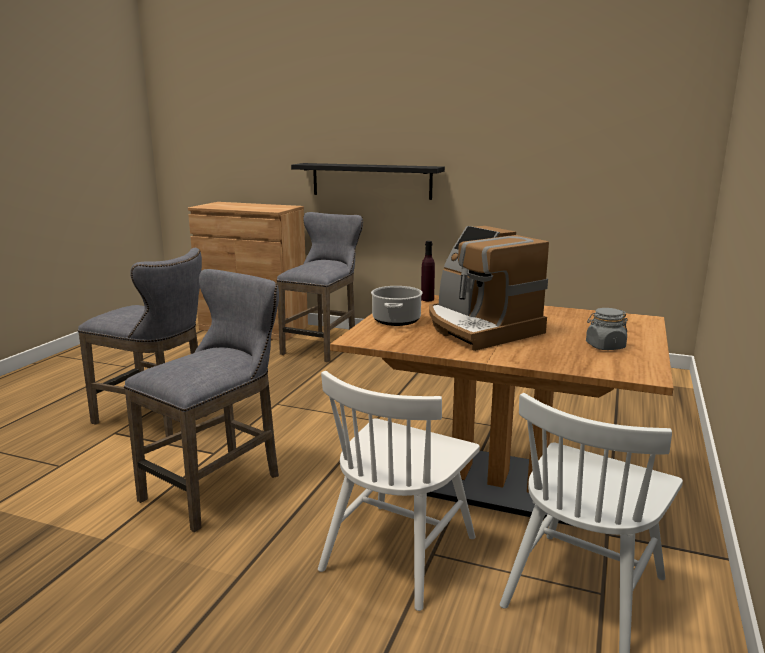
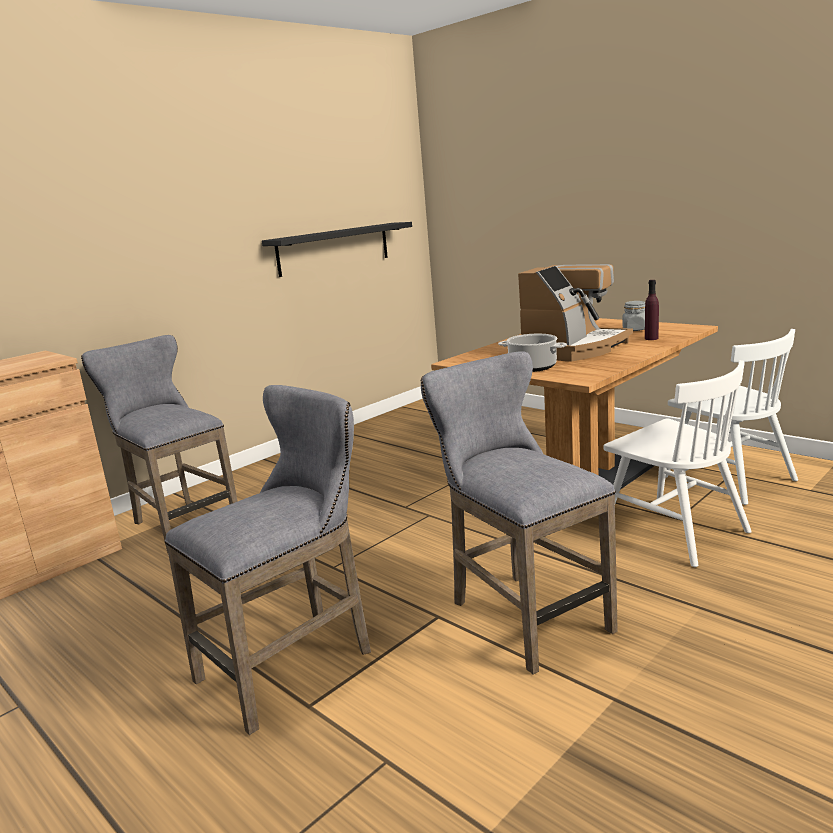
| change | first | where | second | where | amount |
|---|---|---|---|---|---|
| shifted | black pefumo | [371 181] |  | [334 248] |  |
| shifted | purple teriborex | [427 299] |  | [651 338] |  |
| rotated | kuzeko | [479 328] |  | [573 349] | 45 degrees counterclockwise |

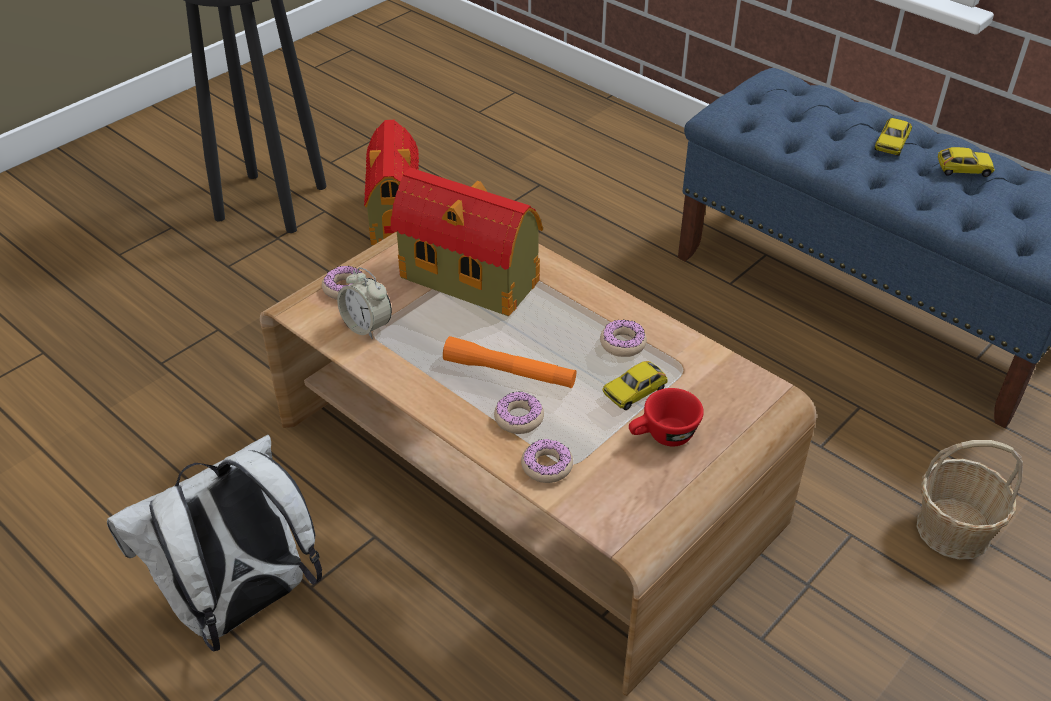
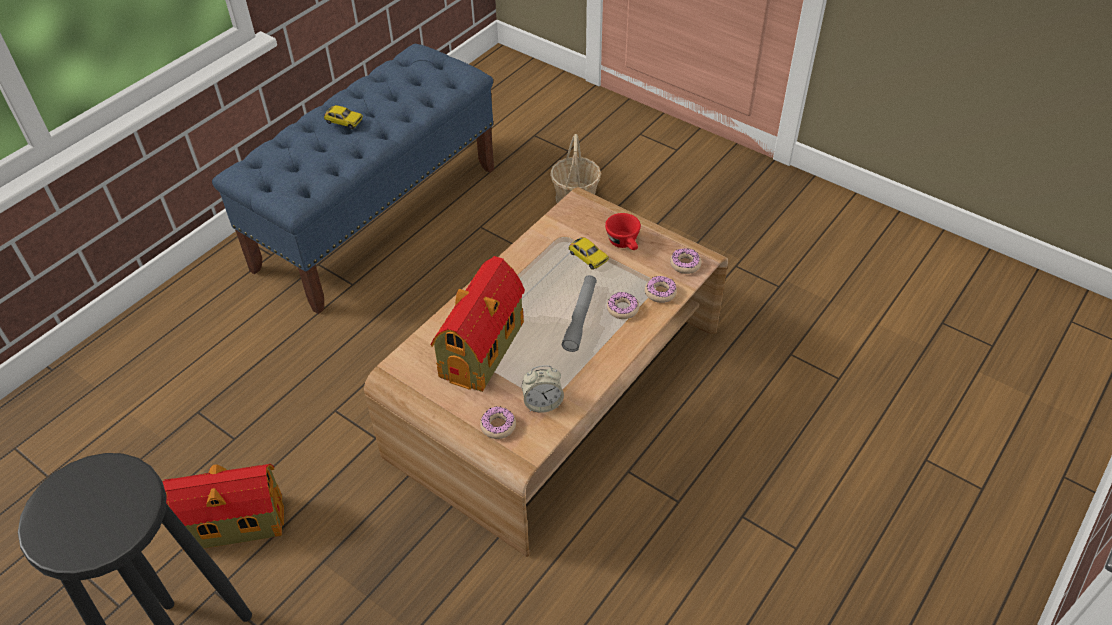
| change | first | where | second | where | amount |
|---|---|---|---|---|---|
| gone | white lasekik | [242 607] |  |  |  |
| rotated | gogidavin | [367 326] |  | [542 403] | 45 degrees clockwise |
| repainted | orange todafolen | [509 372] | grey todafolen | [580 317] |  |
| shifted | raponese | [622 343] |  | [685 264] |  |
| gone | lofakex | [963 169] |  |  |  |

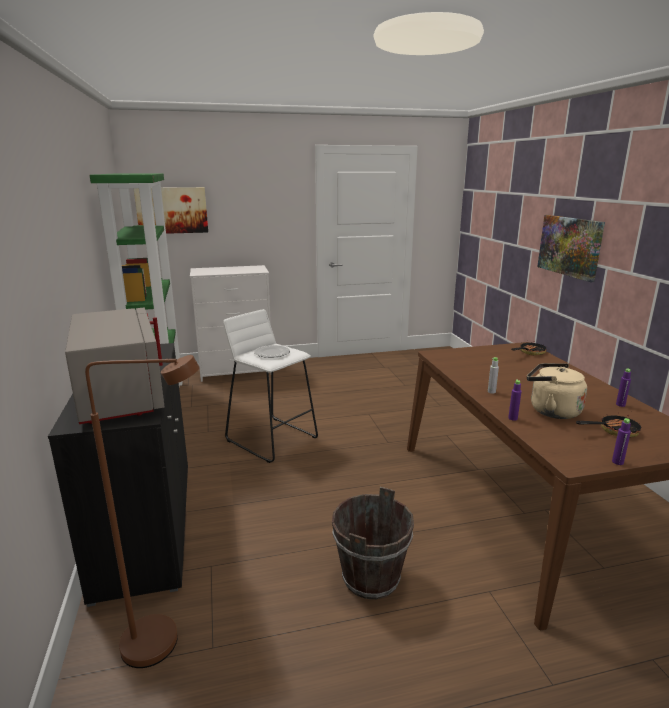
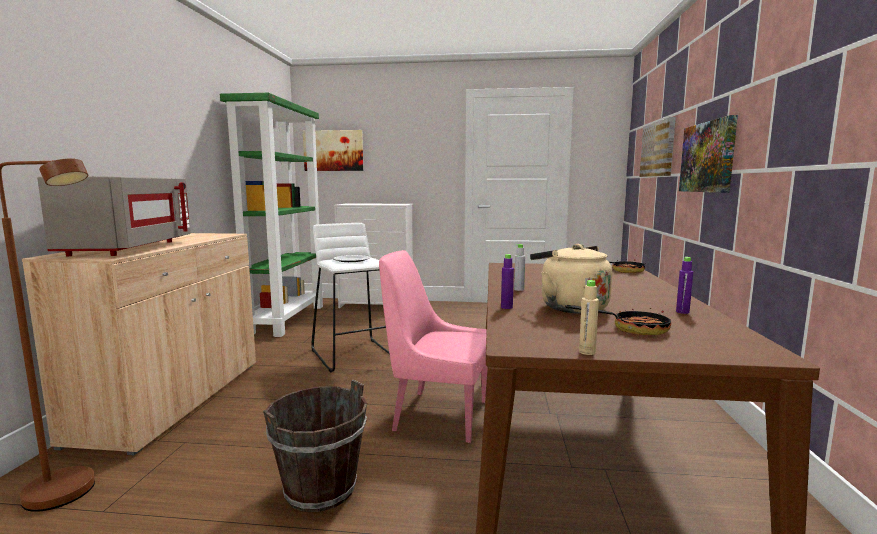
| change | first | where | second | where | amount |
|---|---|---|---|---|---|
| repainted | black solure | [147 525] | beige solure | [173 399] |  |
| repainted | purple teriborex | [617 462] | beige teriborex | [587 352] |  |
| new |  |  | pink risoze | [437 415] |  |
| new |  |  | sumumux | [658 149] |  |

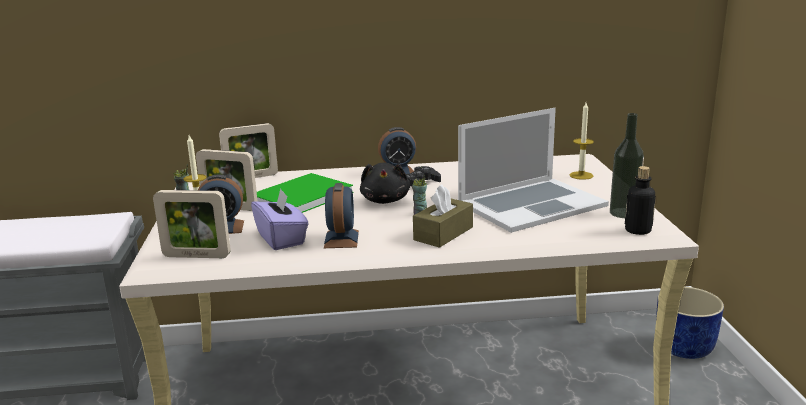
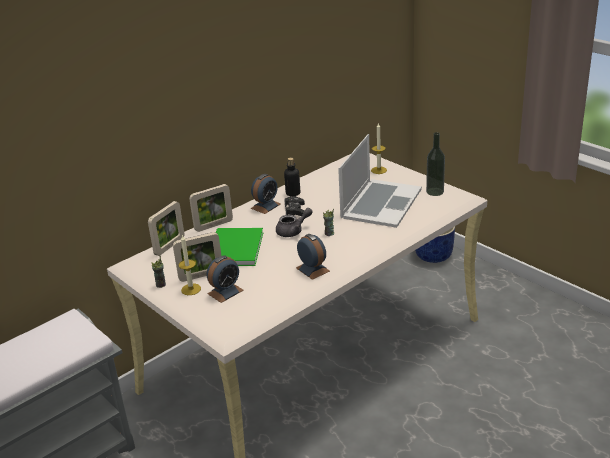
| change | first | where | second | where | amount |
|---|---|---|---|---|---|
| shifted | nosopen | [196 256] |  | [213 225] |  |
| gone | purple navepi | [282 239] |  |  |  |
| swapped | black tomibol | [385 200] | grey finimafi | [293 231] |  |
| gone | brown navepi | [443 233] |  |  |  |
| shifted | teriborex | [638 230] |  | [293 193] |  |

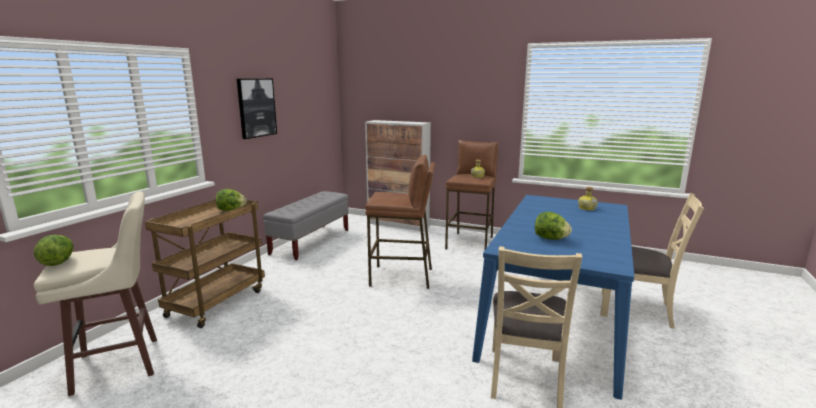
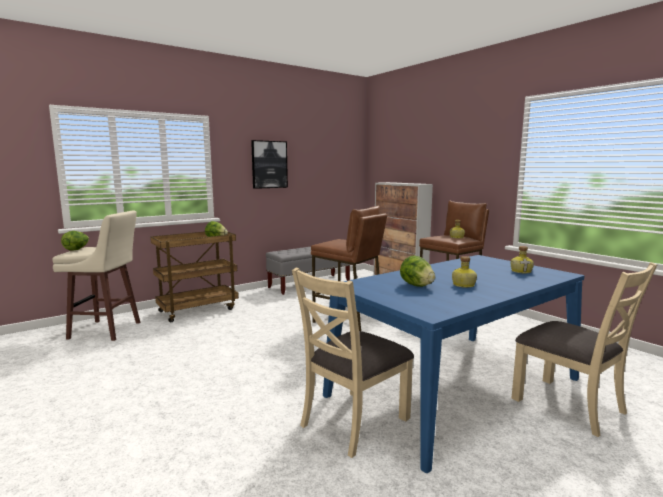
| change | first | where | second | where | amount |
|---|---|---|---|---|---|
| new |  |  | teriborex | [463 285] |  |

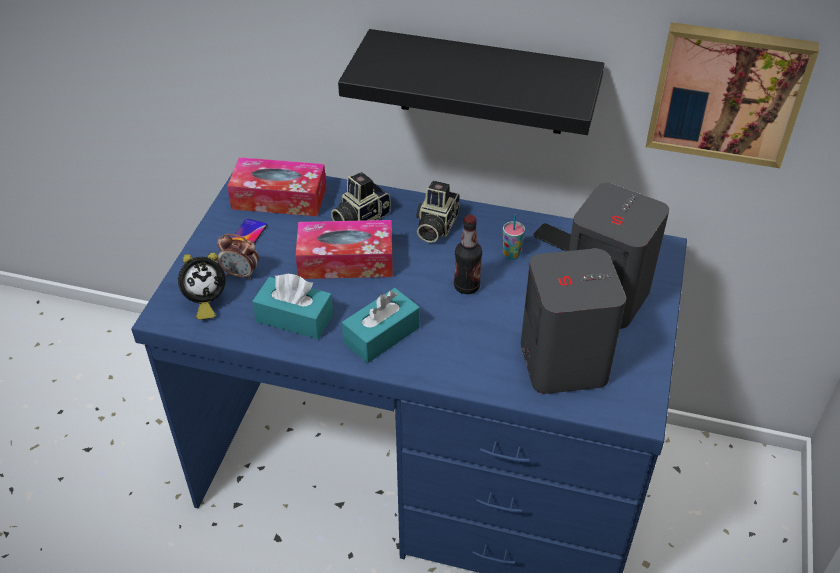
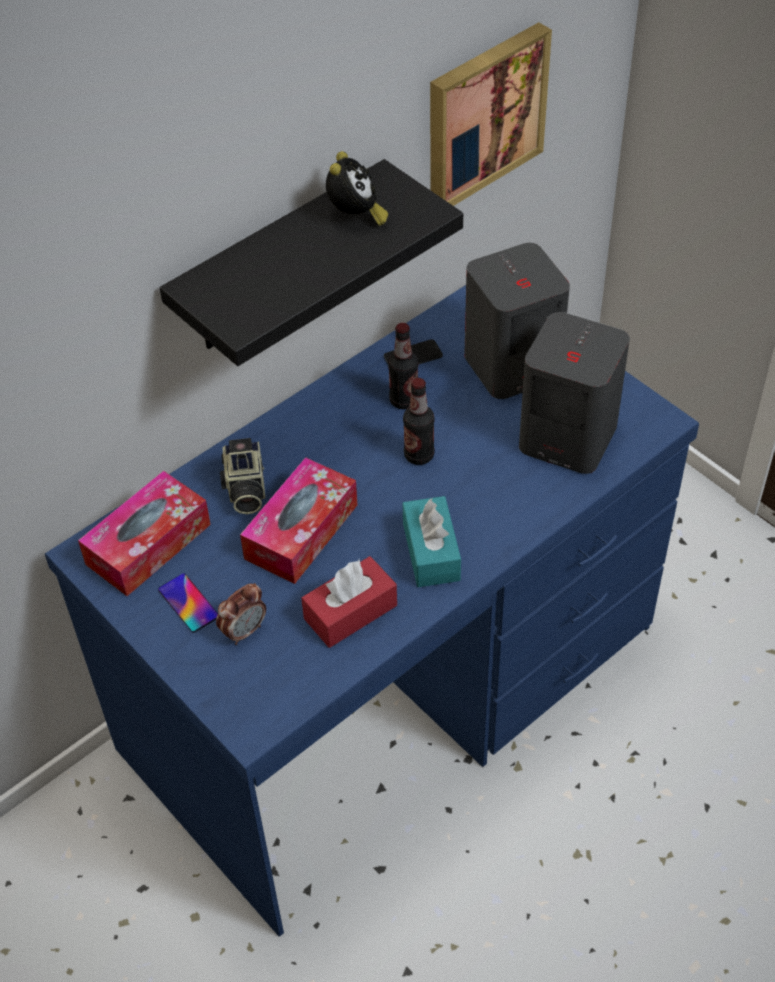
| change | first | where | second | where | amount |
|---|---|---|---|---|---|
| shifted | gogidavin | [205 302] |  | [356 216] |  |
| repainted | turquoise navepi | [294 318] | red navepi | [350 612] |  |
| gone | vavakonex | [435 226] |  |  |  |
| swapped | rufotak | [511 255] | teriborex | [404 400] |  |

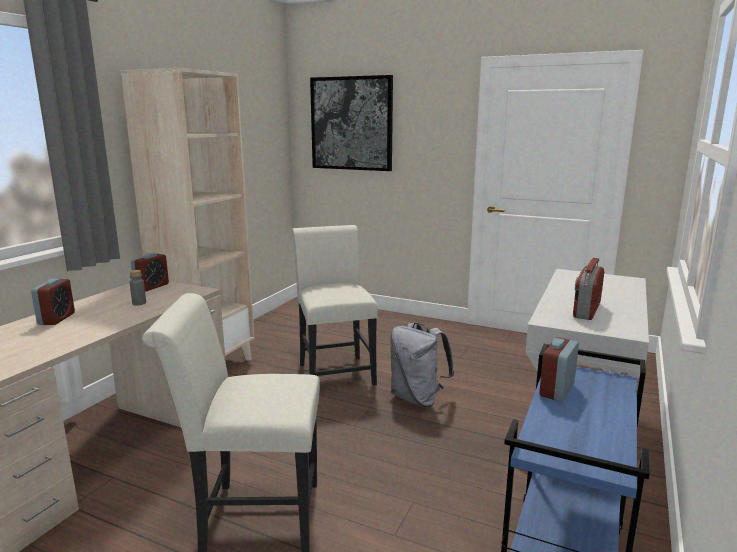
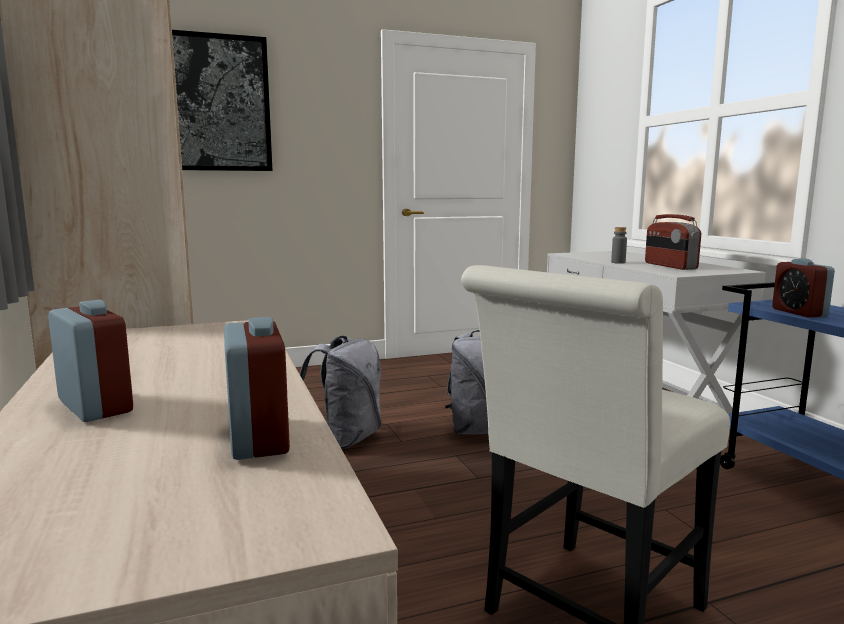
| change | first | where | second | where | amount |
|---|---|---|---|---|---|
| shifted | grey teriborex | [139 303] |  | [618 262] |  |
| shifted | gogidavin | [152 287] |  | [258 438] |  |
| swapped | white risoze | [335 371] | grey lasekik | [344 440] |  |

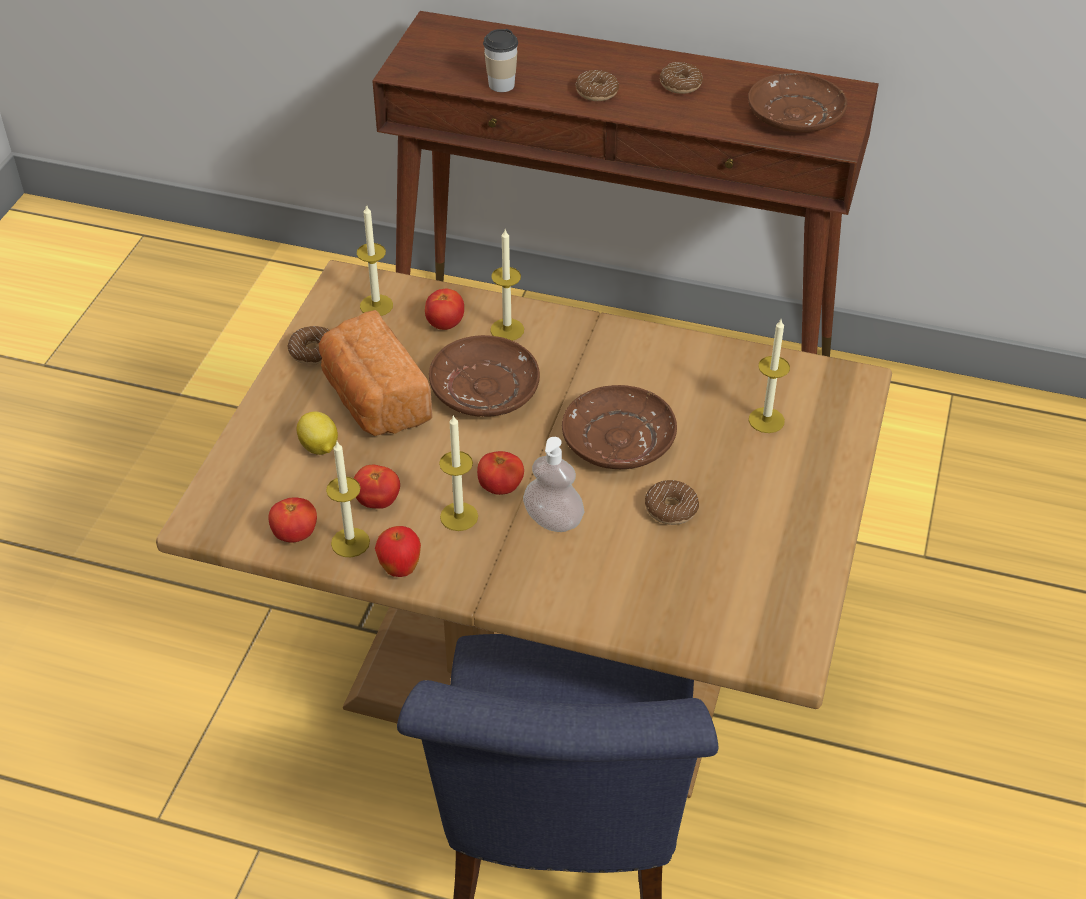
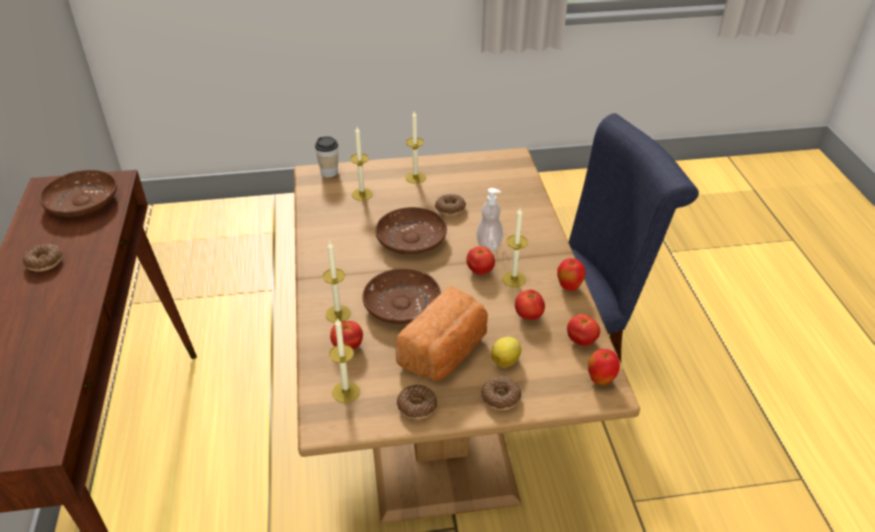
| change | first | where | second | where | amount |
|---|---|---|---|---|---|
| shifted | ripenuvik | [350 542] |  | [415 177] |  |
| shifted | rufotak | [501 85] |  | [329 172] |  |
| shifted | raponese | [596 92] |  | [500 398] |  |
| new |  |  | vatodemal | [600 380] |  |

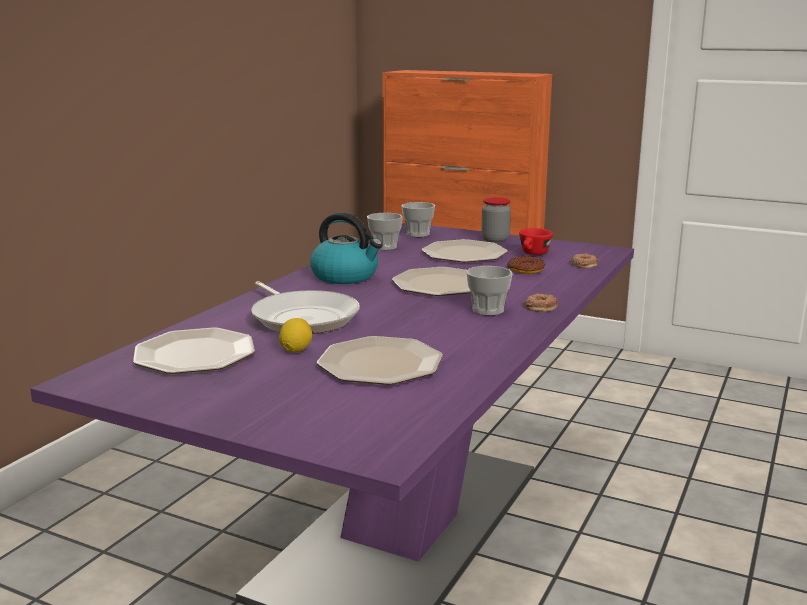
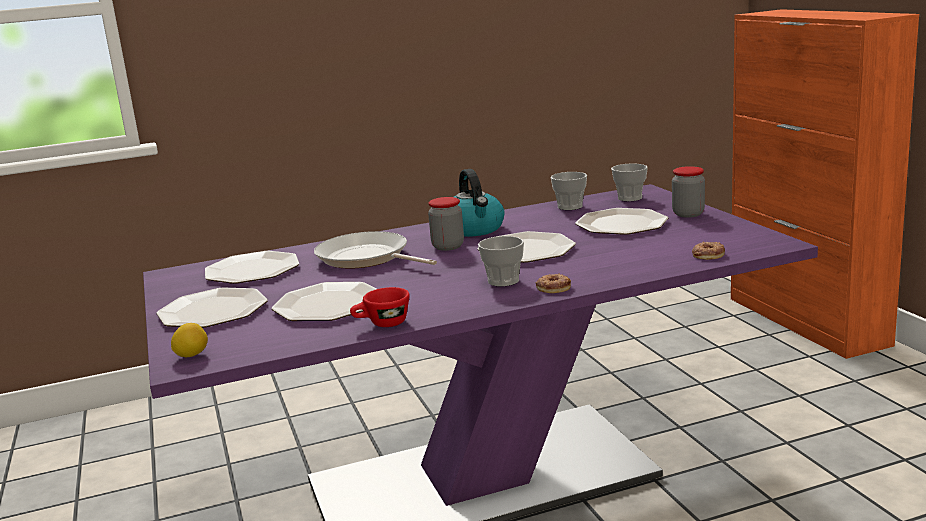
| change | first | where | second | where | amount |
|---|---|---|---|---|---|
| rotated | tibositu | [303 318] |  | [366 258] | 120 degrees clockwise |
| shifted | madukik | [296 350] |  | [192 355] |  |
| gone | raponese | [525 270] |  |  |  |
| shifted | red rufotak | [533 254] |  | [382 324] |  |
| new |  |  | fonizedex | [213 310] |  |
| new |  |  | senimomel | [448 246] |  |

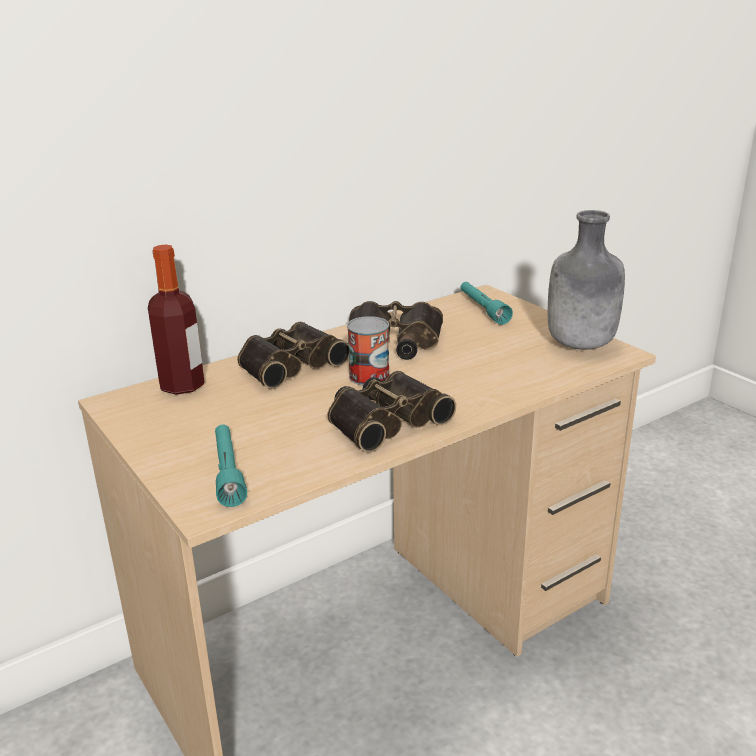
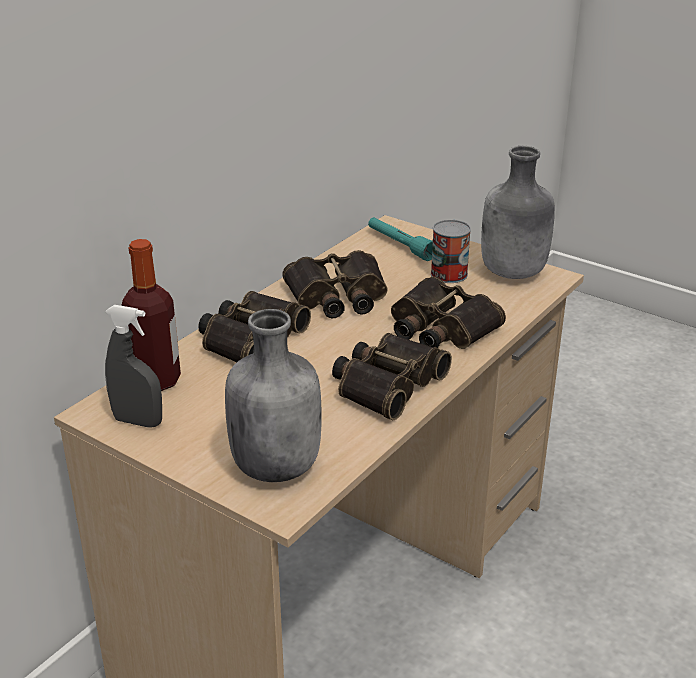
| change | first | where | second | where | amount |
|---|---|---|---|---|---|
| swapped | turquoise todafolen | [228 472] | grey teriborex | [276 466] |  |
| shifted | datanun | [369 376] |  | [449 274] |  |
| new |  |  | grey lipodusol | [138 421] |  |
| new |  |  | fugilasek | [439 328] |  |

